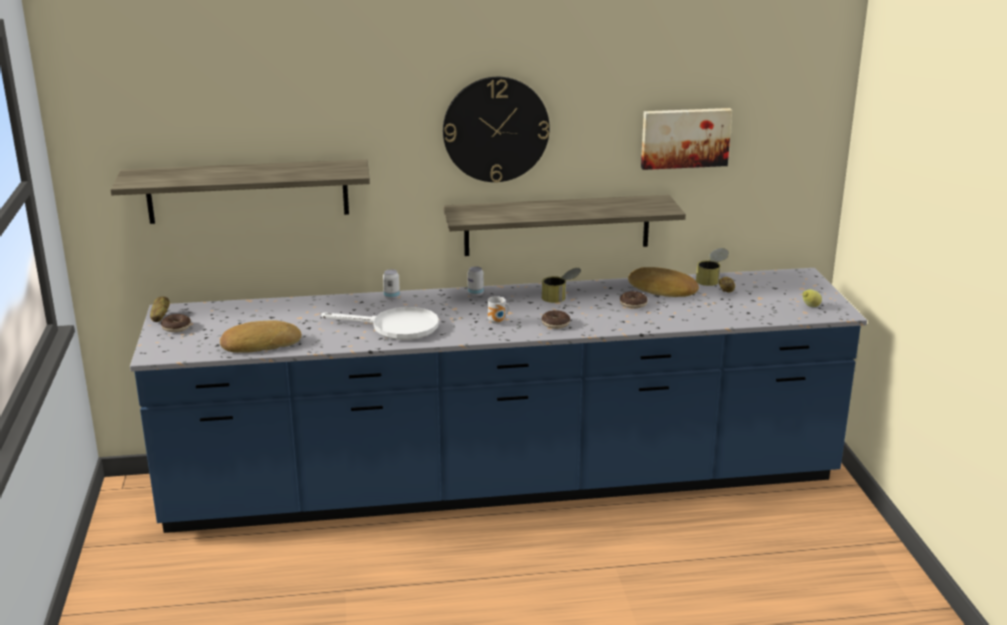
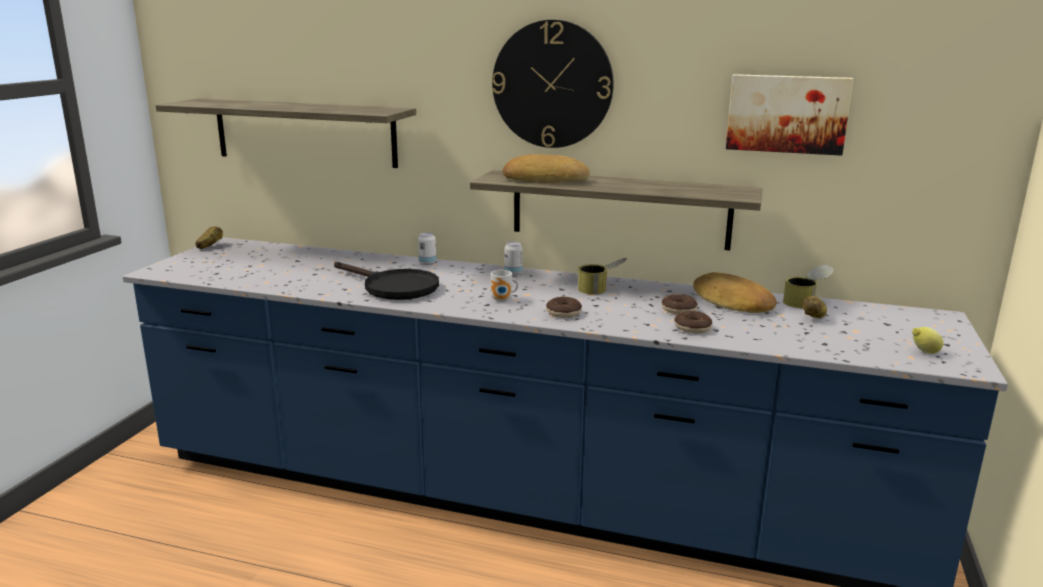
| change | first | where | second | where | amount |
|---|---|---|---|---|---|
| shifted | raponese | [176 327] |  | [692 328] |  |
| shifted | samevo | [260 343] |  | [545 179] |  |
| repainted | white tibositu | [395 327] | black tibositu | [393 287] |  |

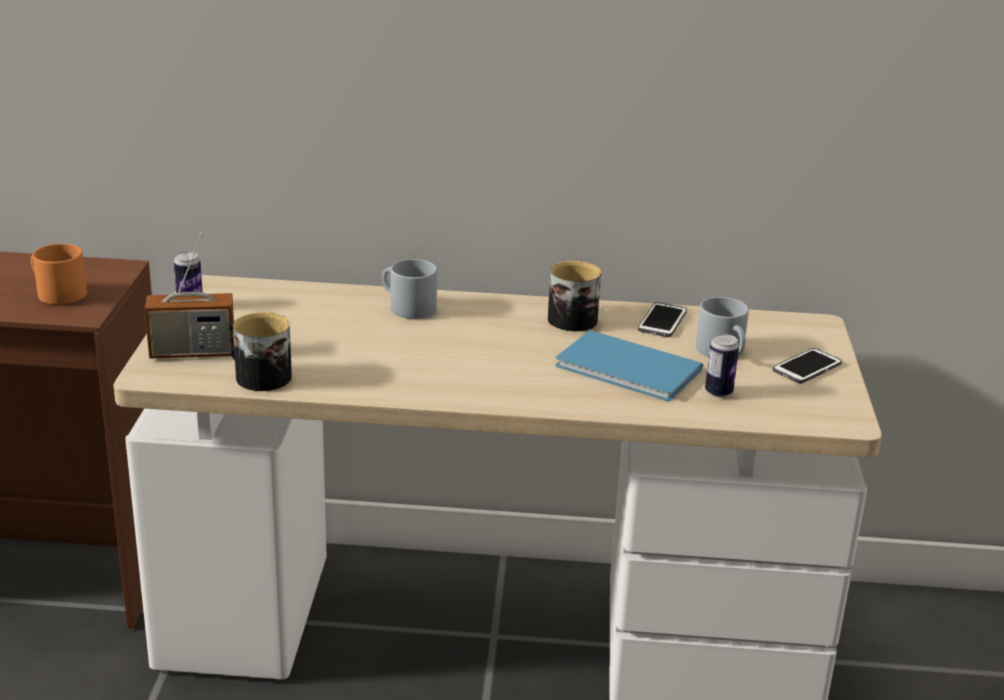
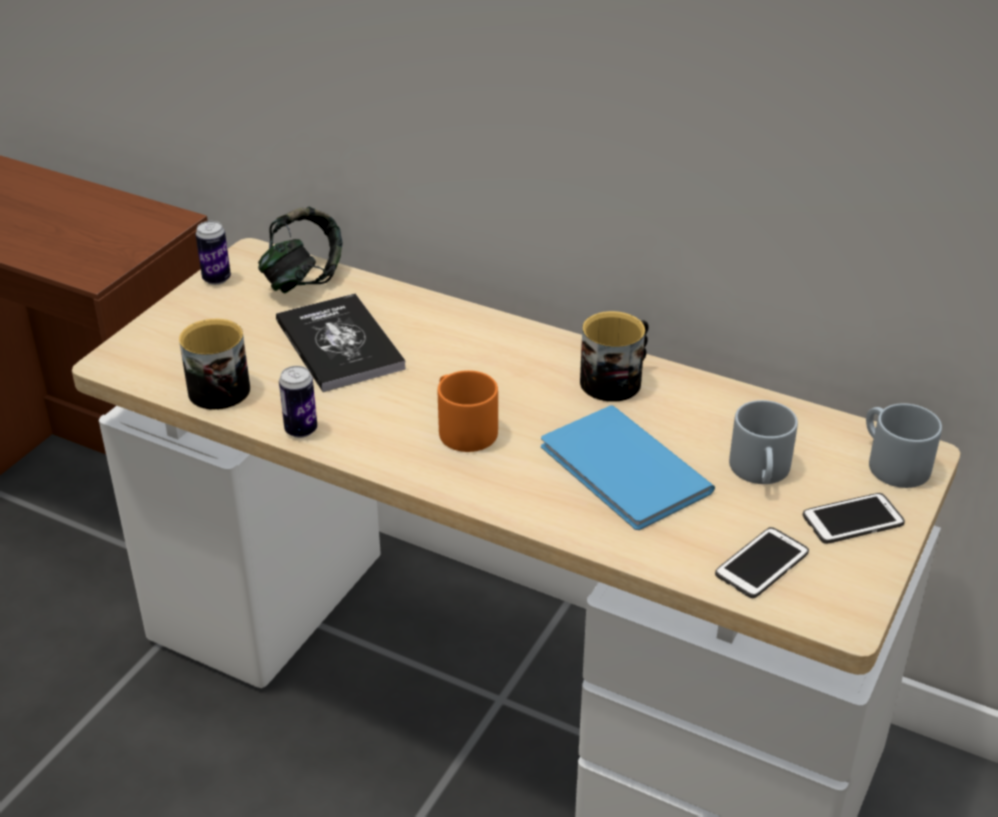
| change | first | where | second | where | amount |
|---|---|---|---|---|---|
| shifted | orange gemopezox | [55 293] |  | [461 428] |  |
| gone | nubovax | [192 353] |  |  |  |
| shifted | grey gemopezox | [406 307] |  | [890 462] |  |
| shifted | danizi | [662 321] |  | [762 564] |  |
| shifted | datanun | [718 392] |  | [301 430] |  |
| new |  |  | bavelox | [302 280] |  |
| new |  |  | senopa | [339 345] |  |

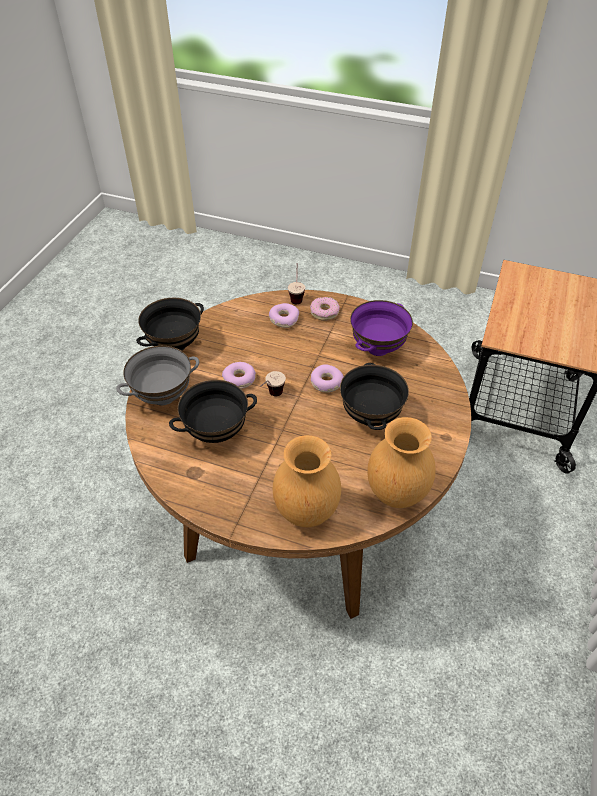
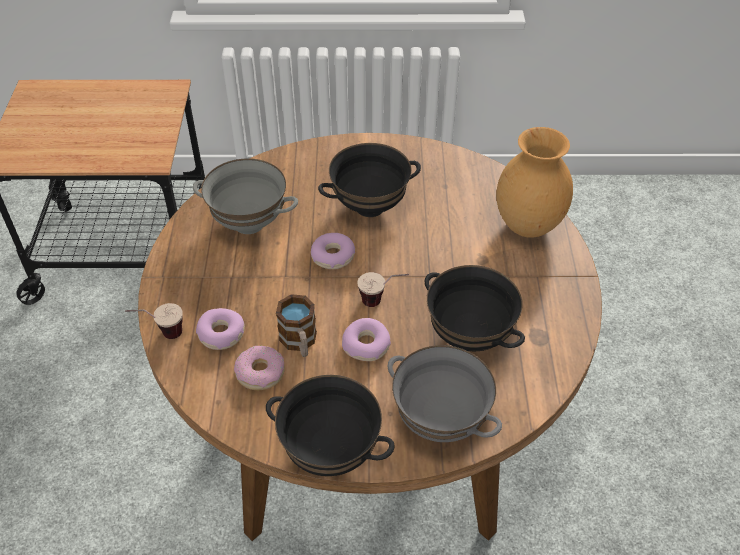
| change | first | where | second | where | amount |
|---|---|---|---|---|---|
| shifted | raponese | [324 312] |  | [260 373] |  |
| repainted | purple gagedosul | [378 348] | grey gagedosul | [249 223] |  |
| gone | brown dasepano | [396 493] |  |  |  |
| new |  |  | gemopezox | [300 342] |  |

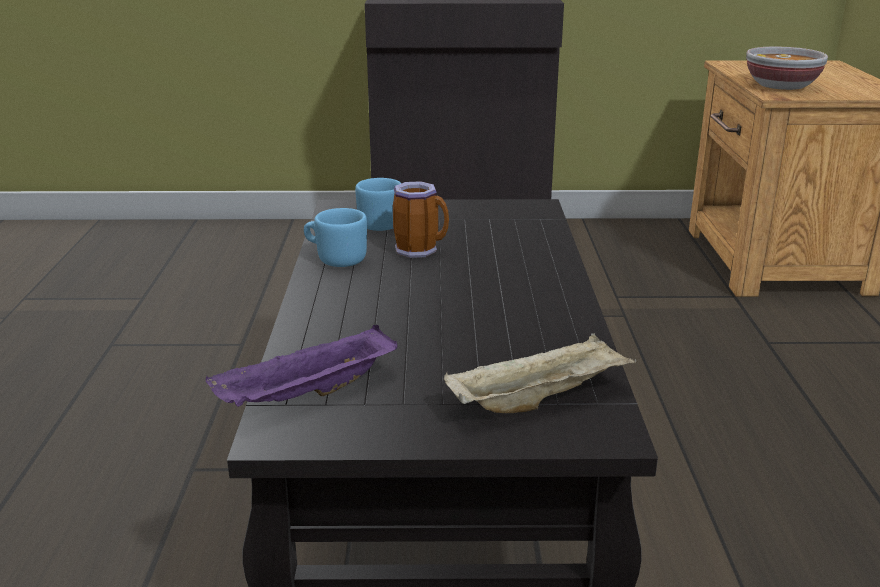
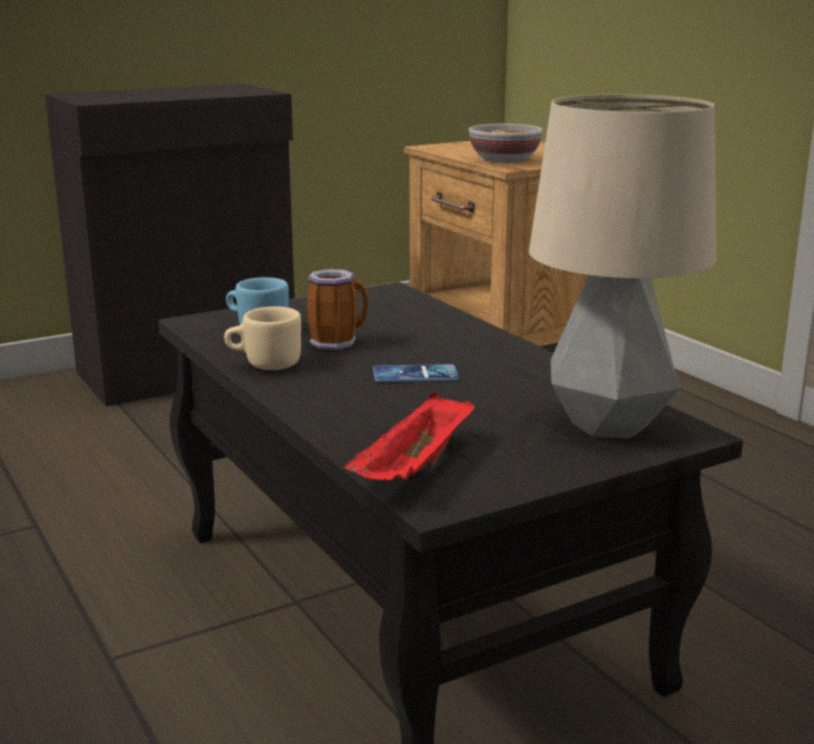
| change | first | where | second | where | amount |
|---|---|---|---|---|---|
| repainted | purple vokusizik | [307 396] | red vokusizik | [415 470] |  |
| repainted | blue gemopezox | [335 259] | beige gemopezox | [264 364] |  |
| swapped | beige vokusizik | [539 399] | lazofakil | [607 425] |  |
| new |  |  | danizi | [415 374] |  |

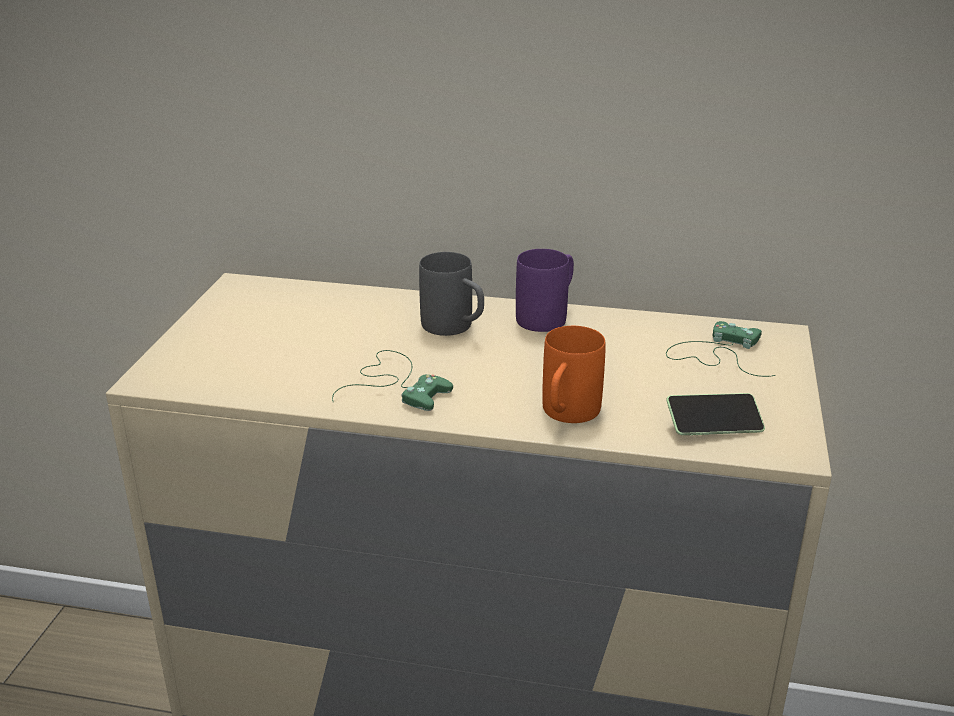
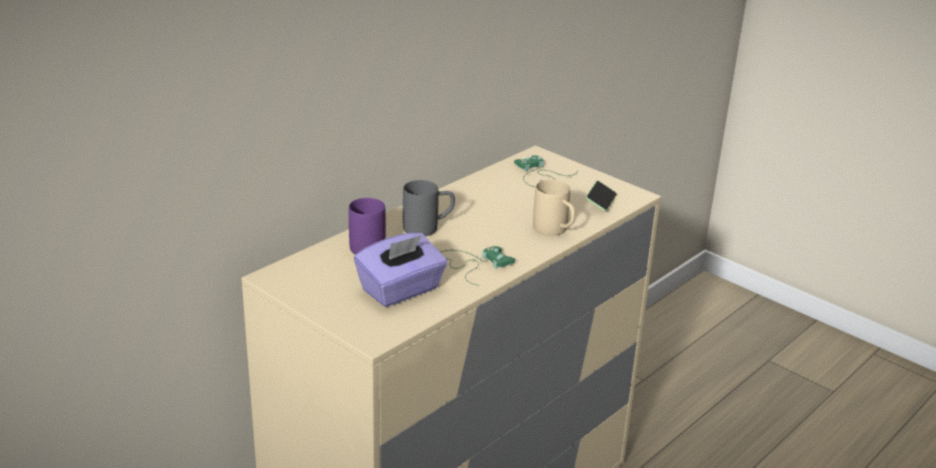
| change | first | where | second | where | amount |
|---|---|---|---|---|---|
| shifted | purple gemopezox | [548 316] |  | [365 243] |  |
| repainted | orange gemopezox | [566 415] | beige gemopezox | [555 231] |  |
| new |  |  | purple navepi | [401 290] |  |

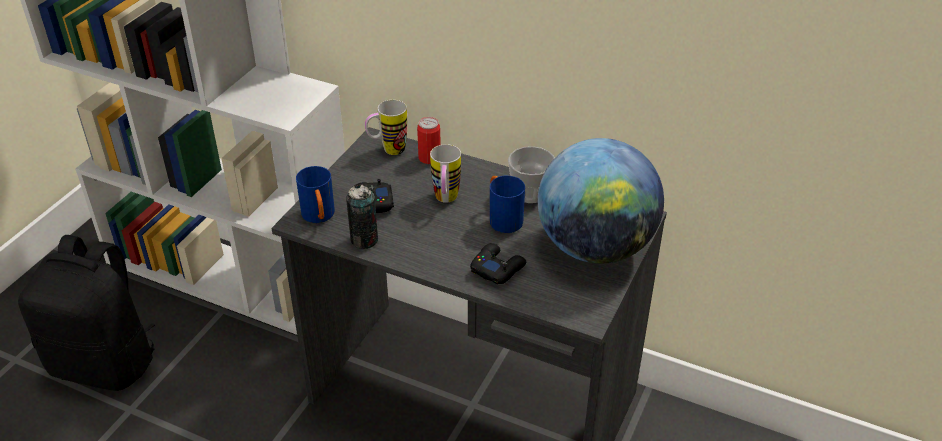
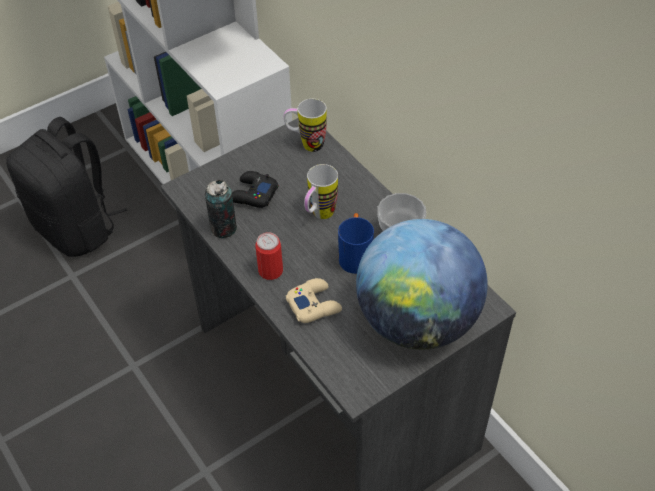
| change | first | where | second | where | amount |
|---|---|---|---|---|---|
| gone | blue gemopezox | [319 217] |  |  |  |
| shifted | datanun | [429 158] |  | [270 271] |  |
| repainted | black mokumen | [497 268] | beige mokumen | [314 304] |  |

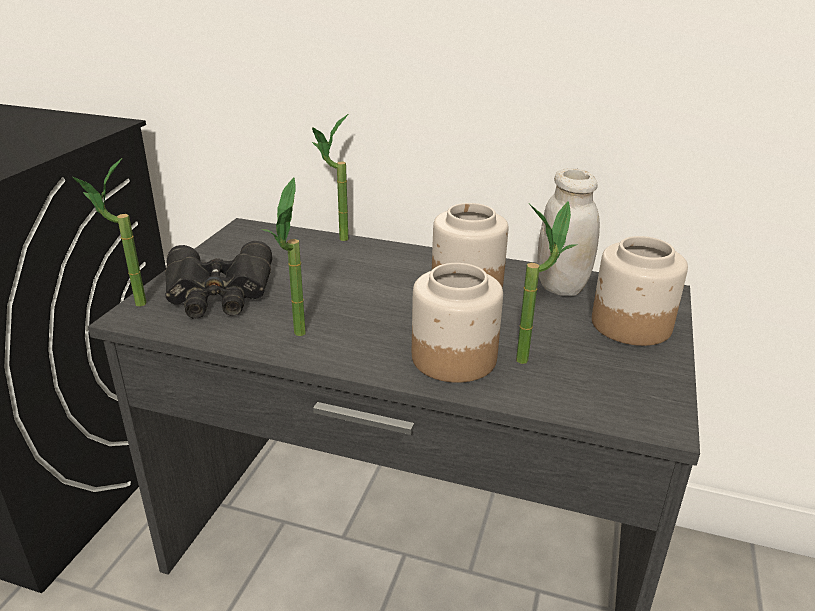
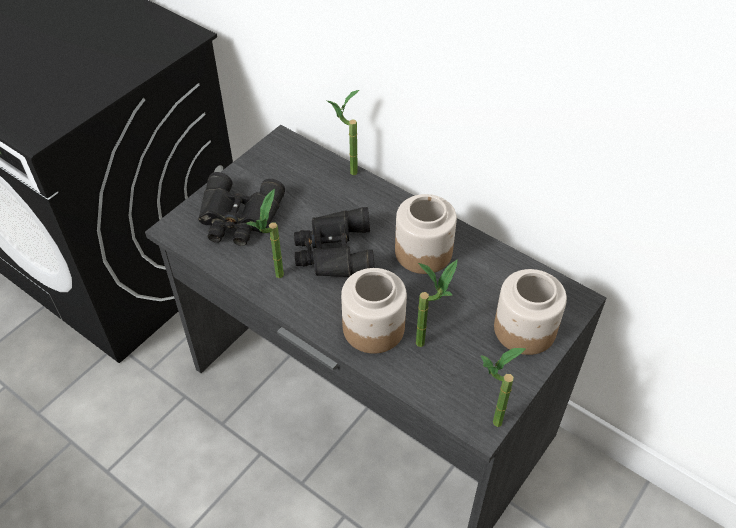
| change | first | where | second | where | amount |
|---|---|---|---|---|---|
| shifted | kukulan | [129 306] |  | [487 424] |  |
| gone | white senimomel | [561 286] |  |  |  |
| new |  |  | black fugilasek | [333 252] |  |

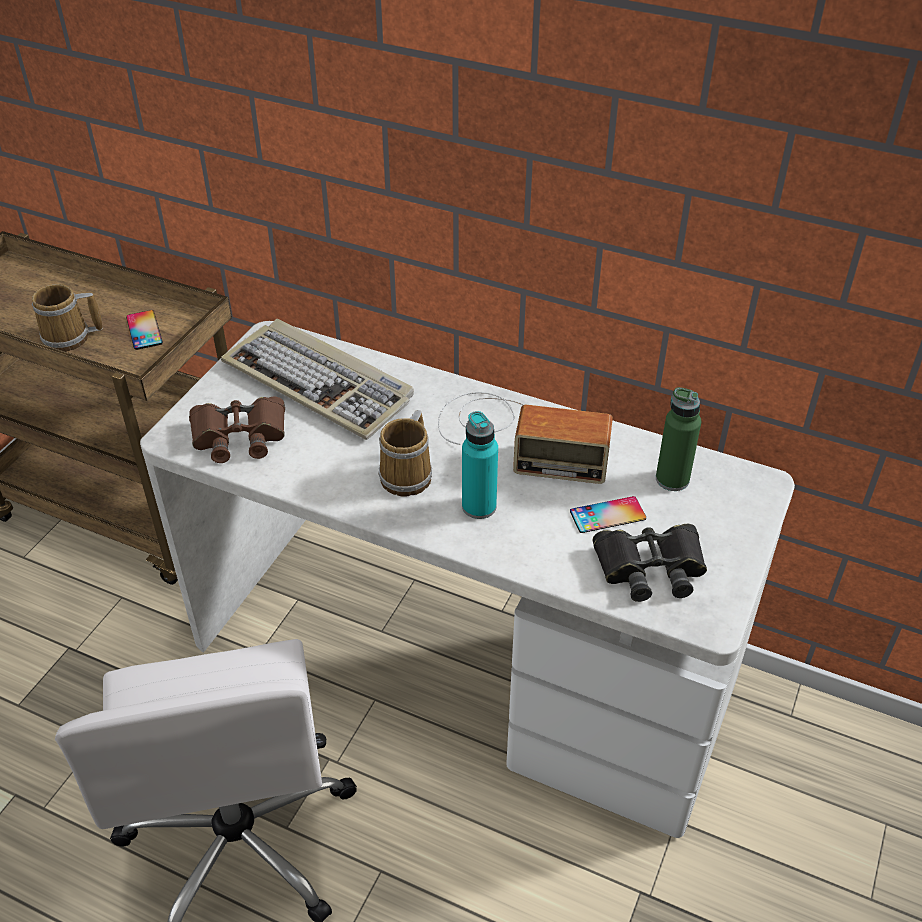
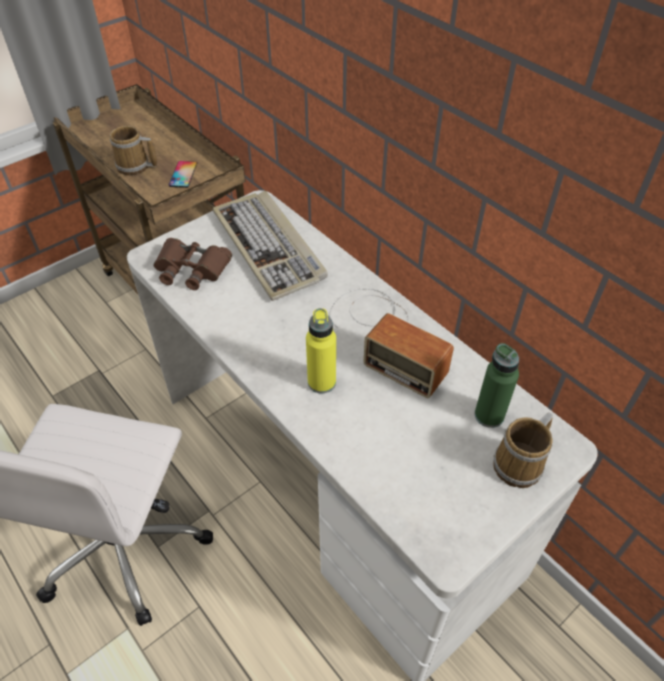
| change | first | where | second | where | amount |
|---|---|---|---|---|---|
| shifted | gemopezox | [409 475] |  | [521 464] |  |
| repainted | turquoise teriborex | [479 506] | yellow teriborex | [321 382] |  |
| gone | danizi | [607 515] |  |  |  |
| gone | black fugilasek | [650 567] |  |  |  |

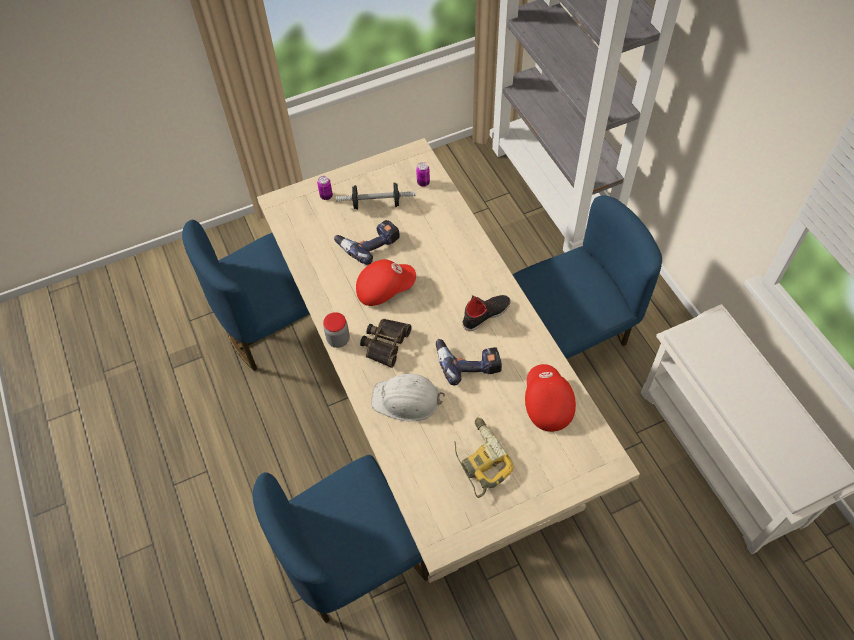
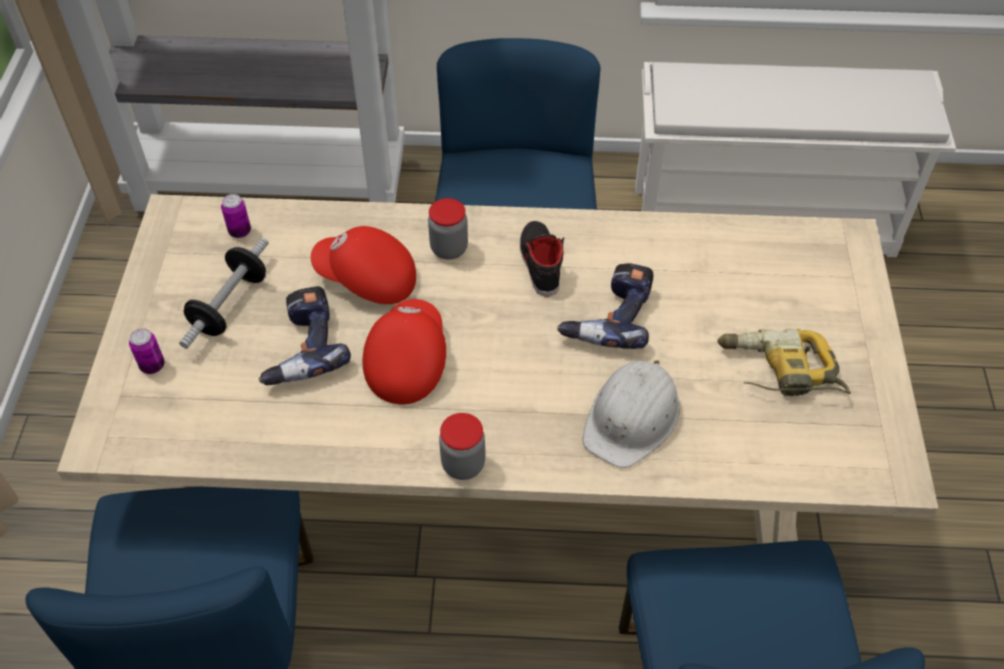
| change | first | where | second | where | amount |
|---|---|---|---|---|---|
| gone | fugilasek | [385 343] |  |  |  |
| shifted | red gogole | [546 403] |  | [366 280] |  |
| new |  |  | senimomel | [449 249] |  |

